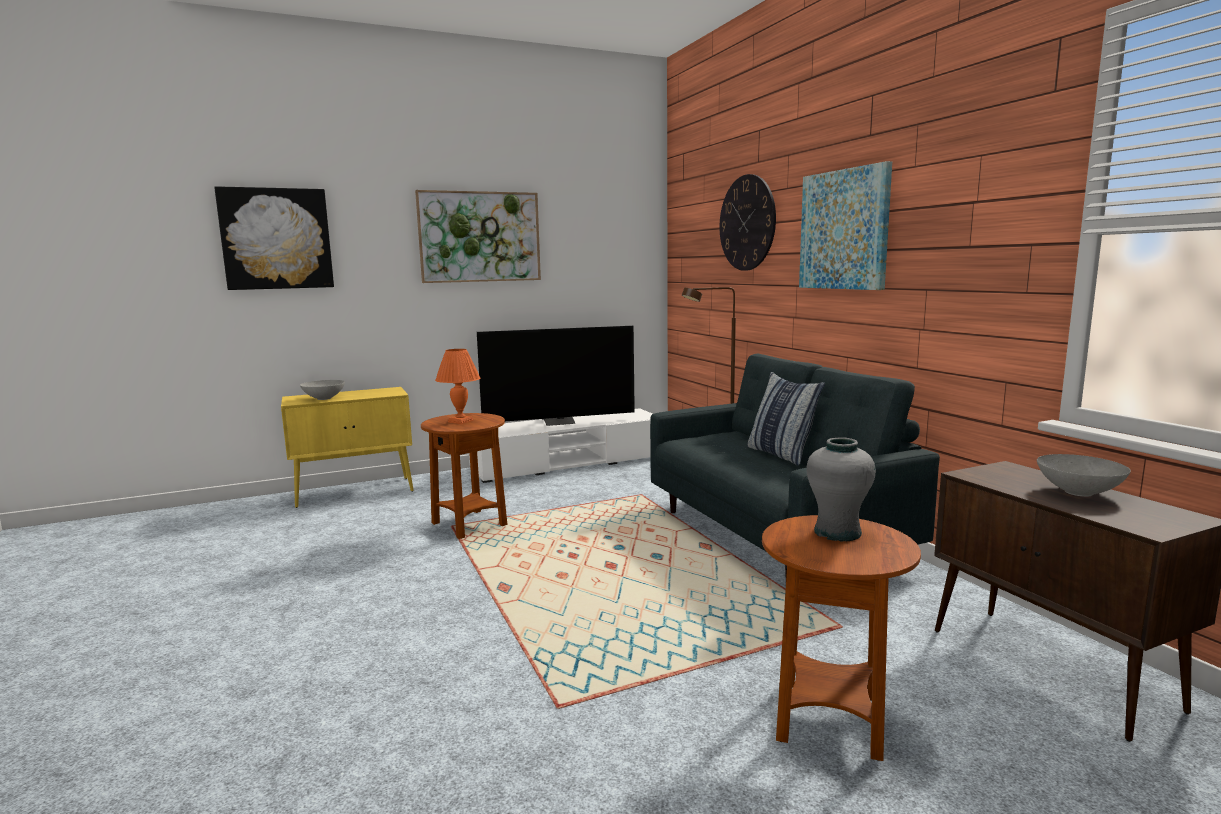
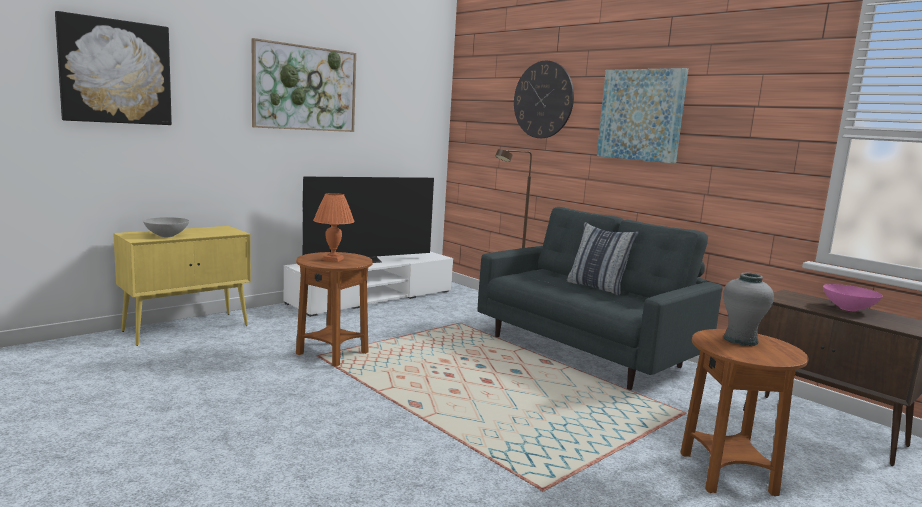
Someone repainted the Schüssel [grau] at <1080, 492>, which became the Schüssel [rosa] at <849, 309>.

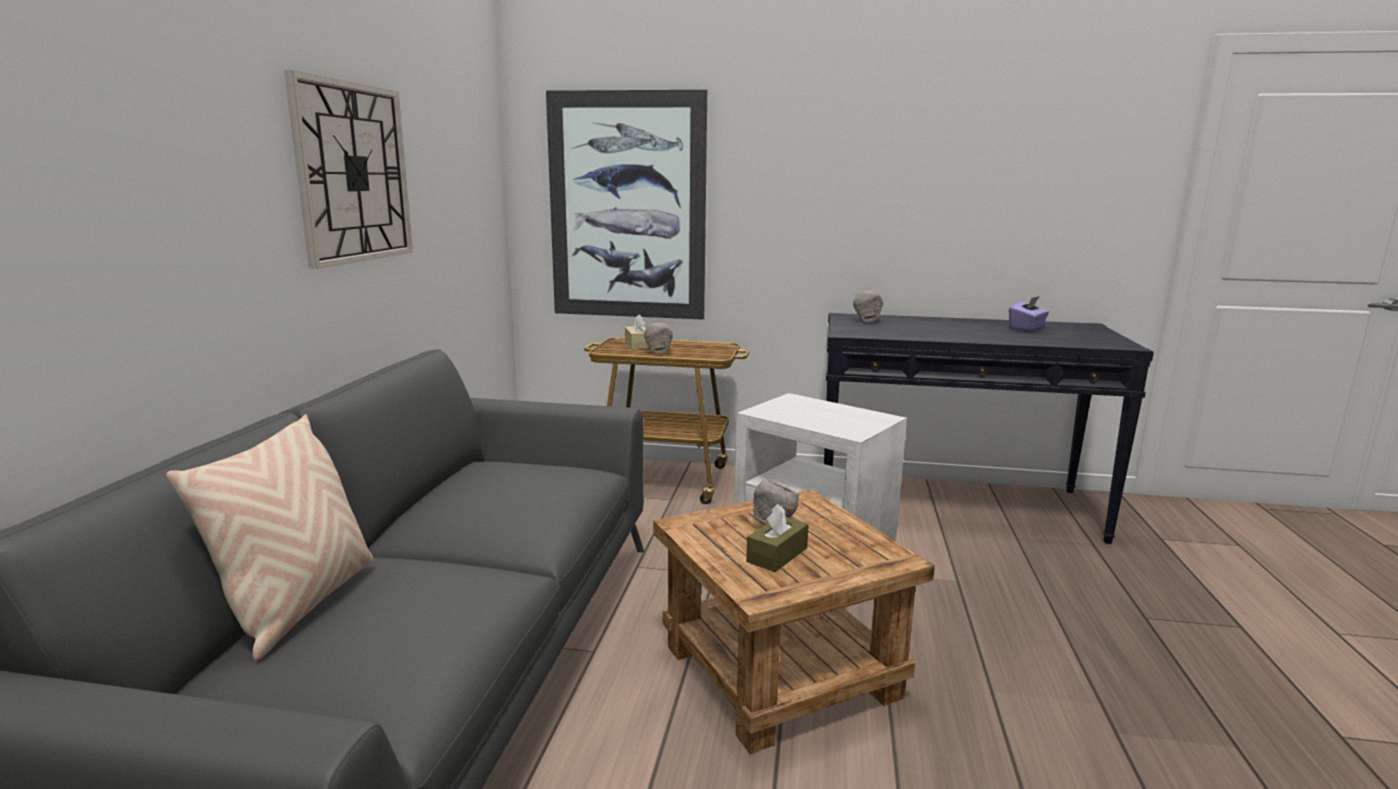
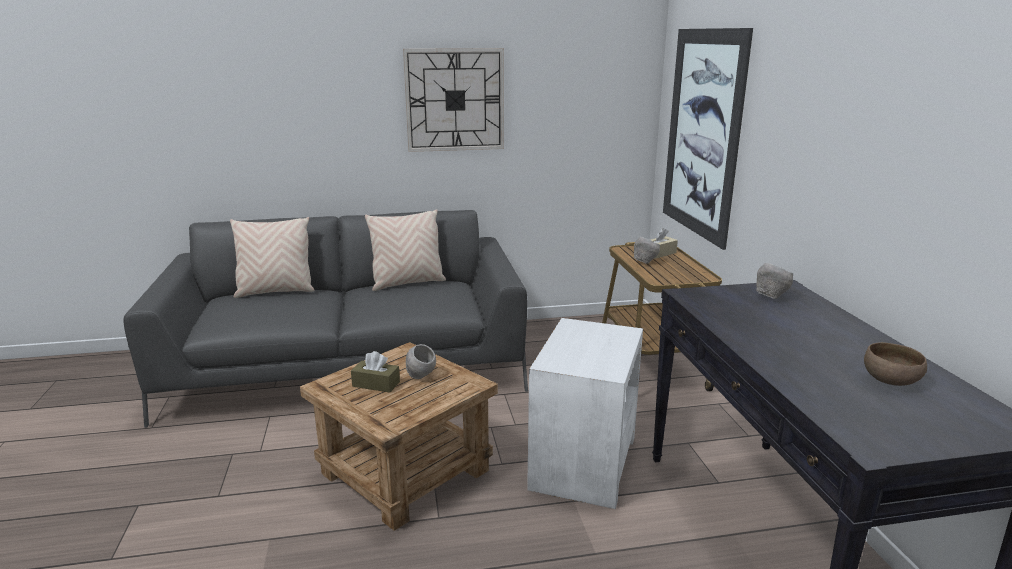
Someone put down the Kissen [beige] at <407, 283>.
Someone swapped the Taschentuchbox [lila] at <1027, 328> for the Schüssel [braun] at <891, 381>.

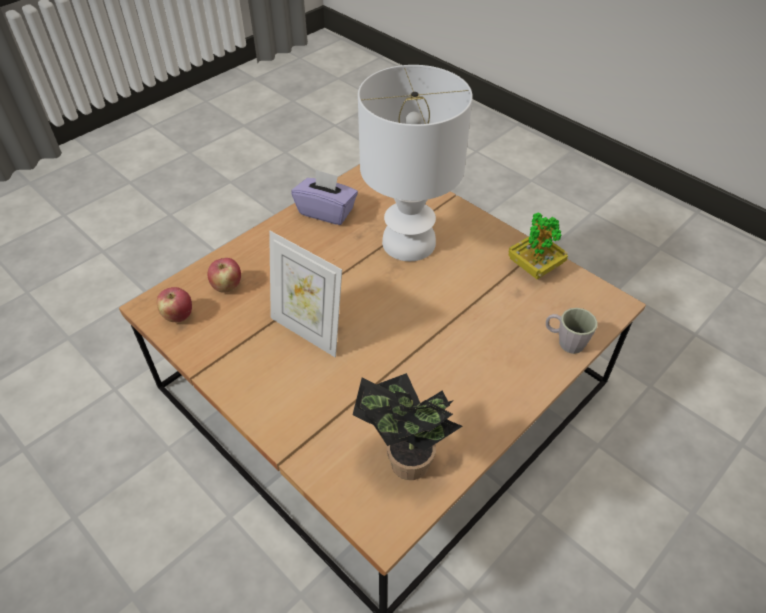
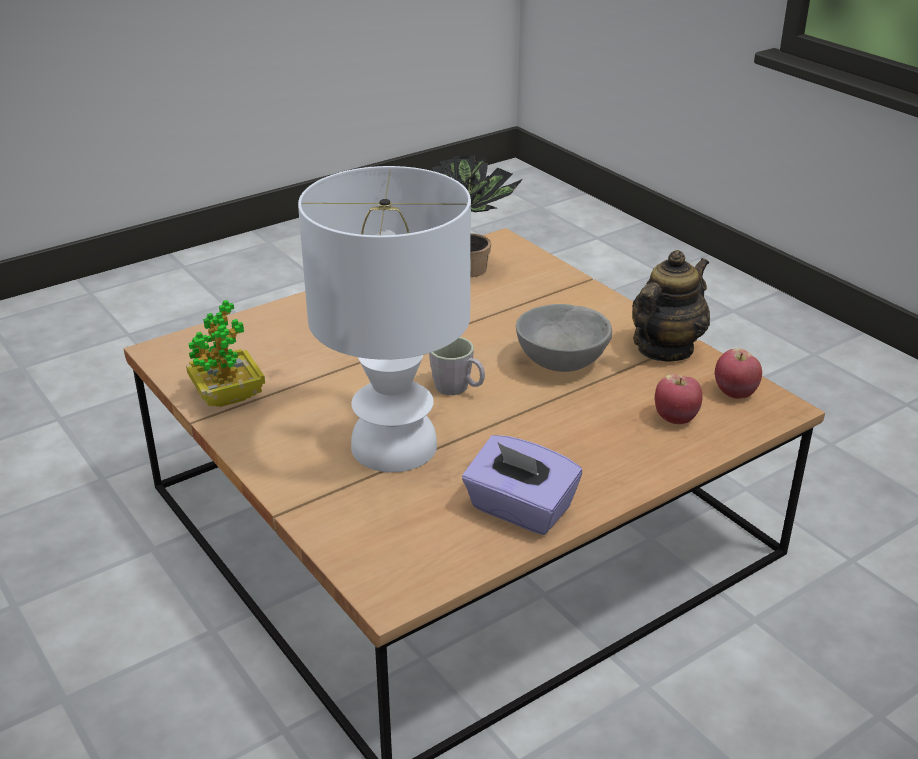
Someone put down the Teekanne at <664, 349>.
Someone carried the Henkelbecher [grau] from <565, 341> to <458, 389>.
Someone swapped the Bilderrahmen at <308, 331> for the Schüssel [grau] at <560, 362>.

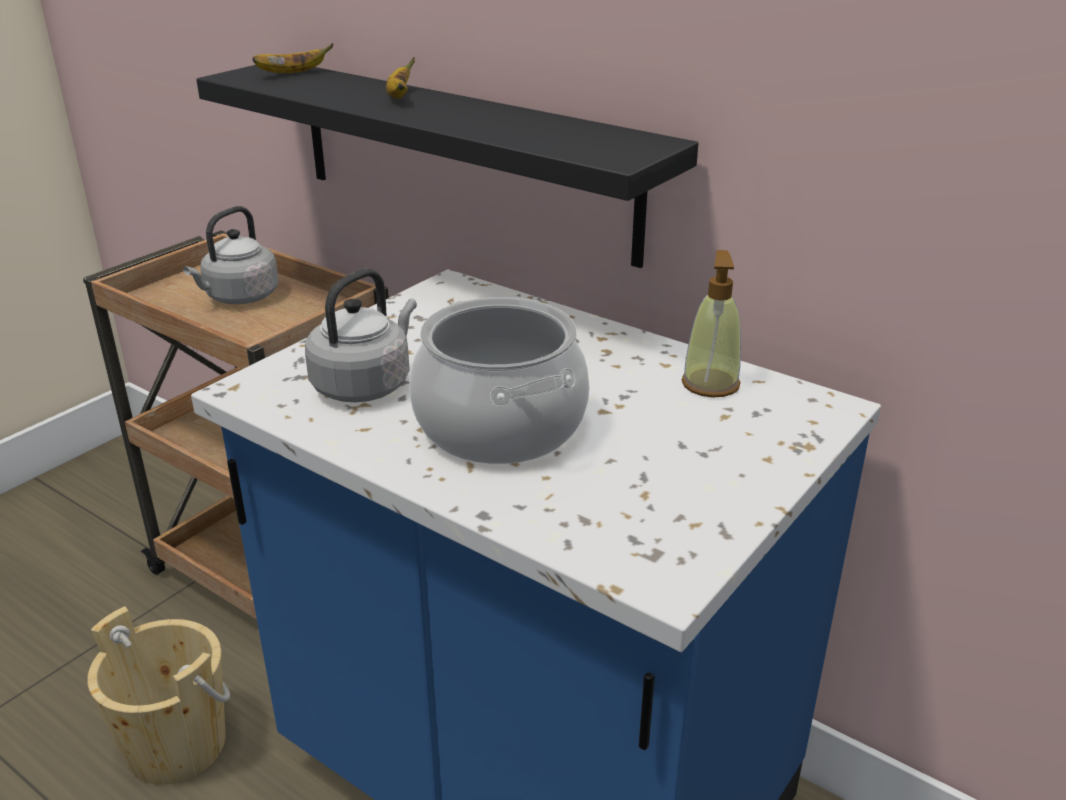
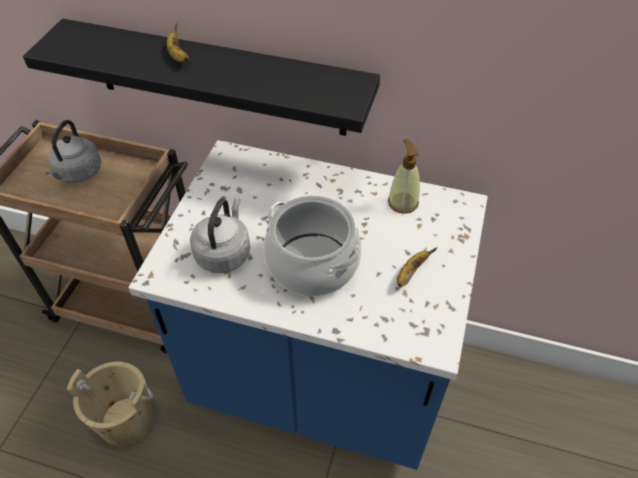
Someone carried the Banane from <292, 73> to <410, 273>.

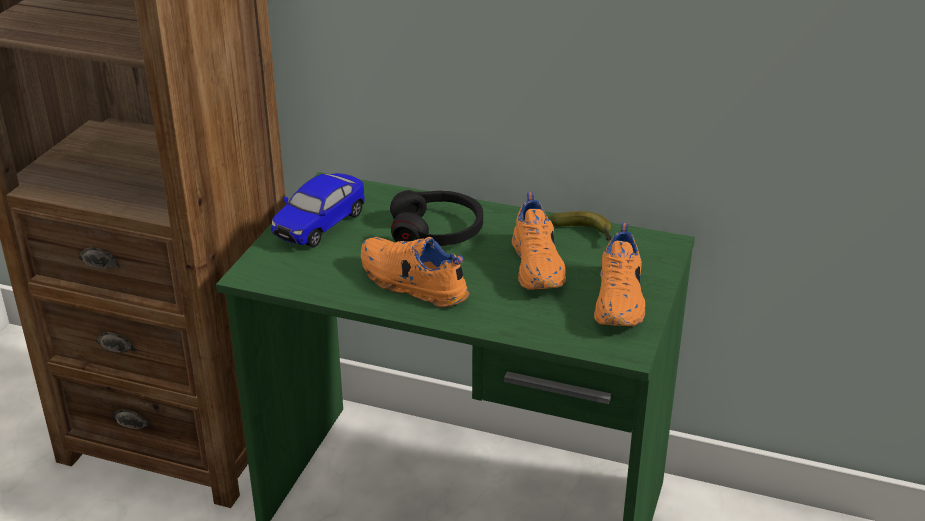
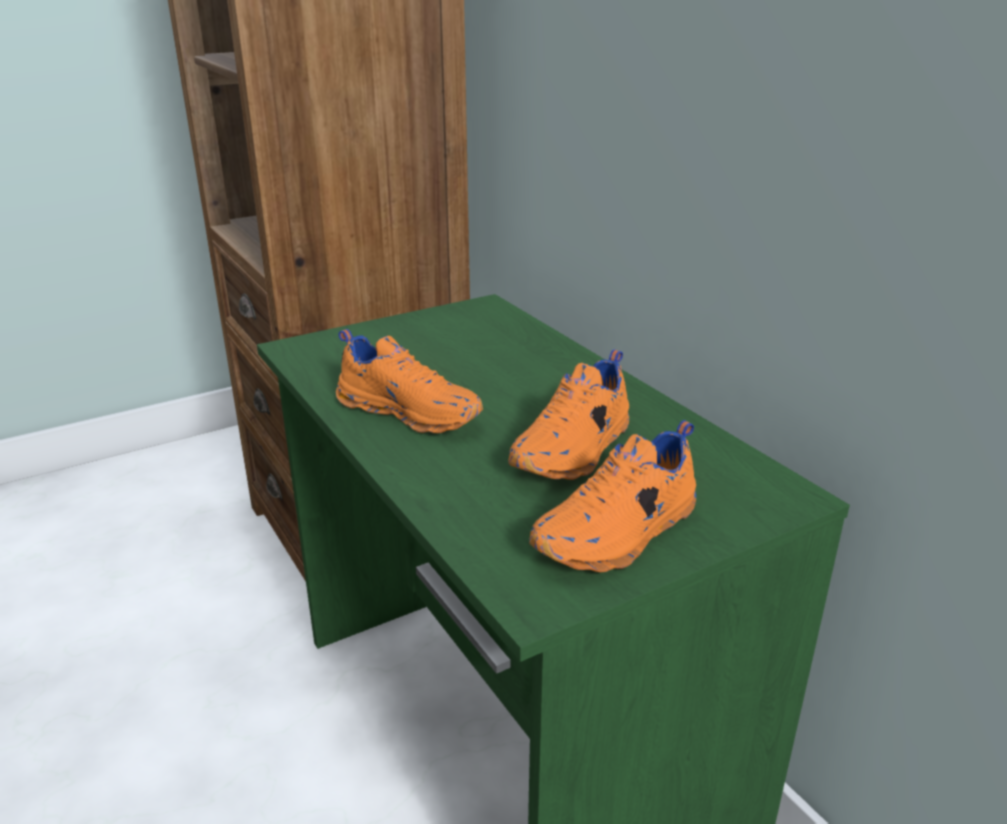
Someone took away the Spielzeugauto at <319, 226>.
Someone took away the Kopfhörer [schwarz] at <437, 232>.
Someone took away the Banane at <583, 233>.
Someone rotated the Schuh [orange] at <411, 285> by 135 degrees clockwise.

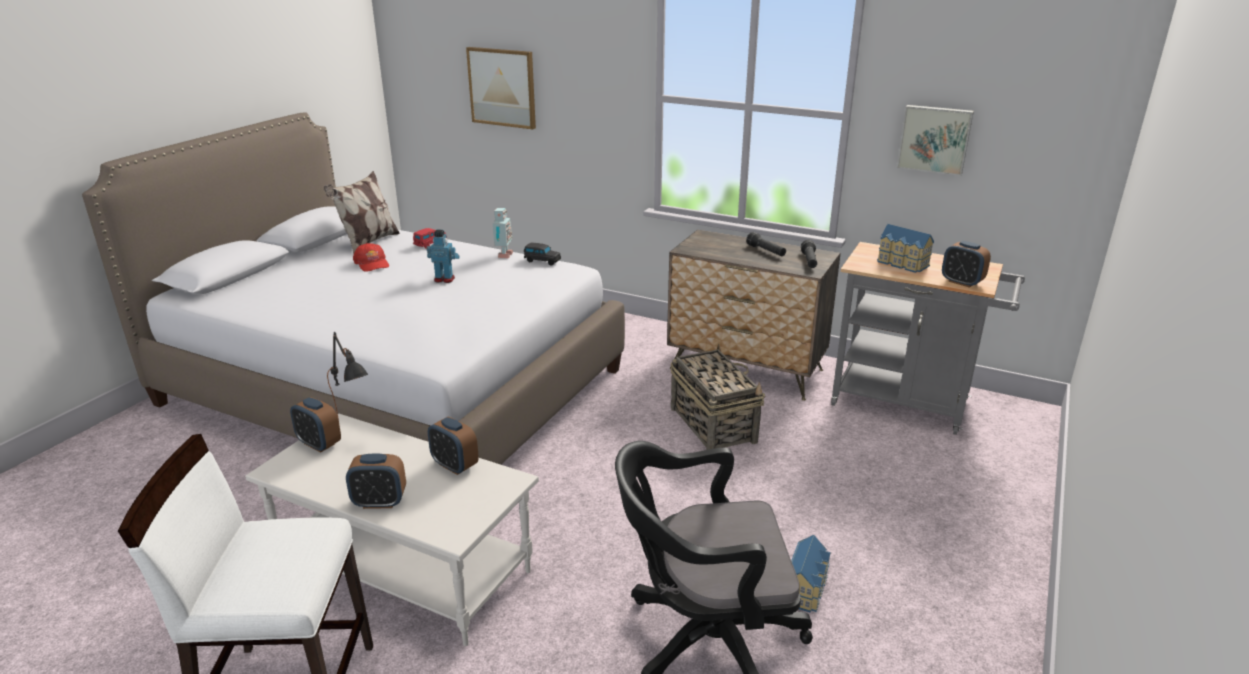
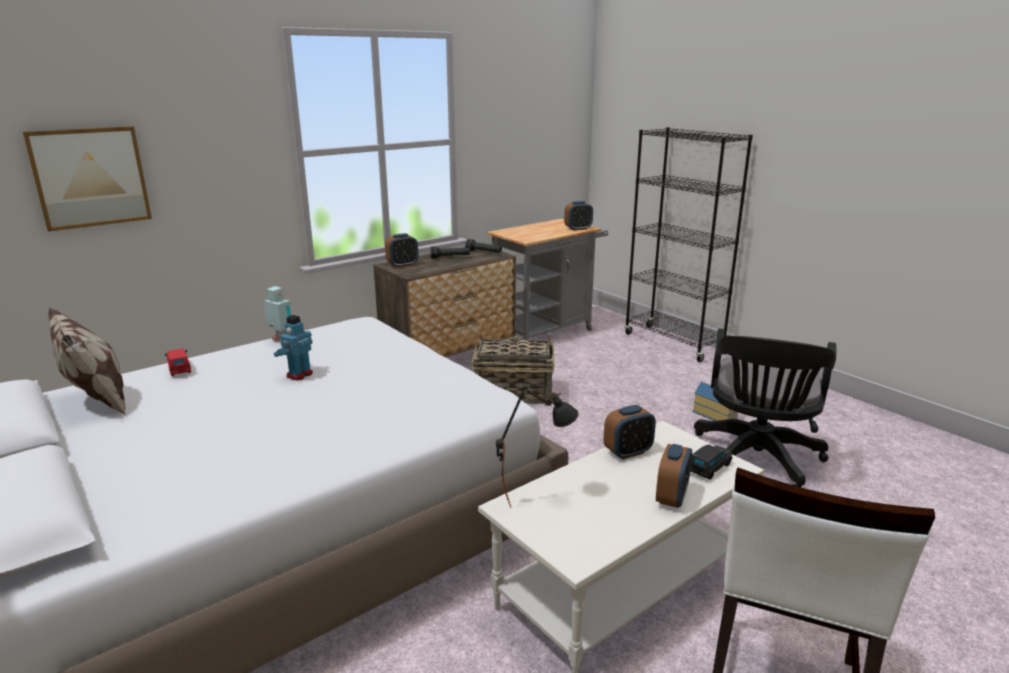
Someone took away the Kappe [rot] at <372, 263>.
Someone took away the Spielzeughaus at <902, 264>.
Someone took away the Bild at <934, 139>.
Someone put down the Bücherregal [schwarz] at <673, 343>.
Someone carried the Wecker from <319, 444> to <402, 265>.
Someone carried the Spielzeugauto [schwarz] from <542, 261> to <709, 469>.

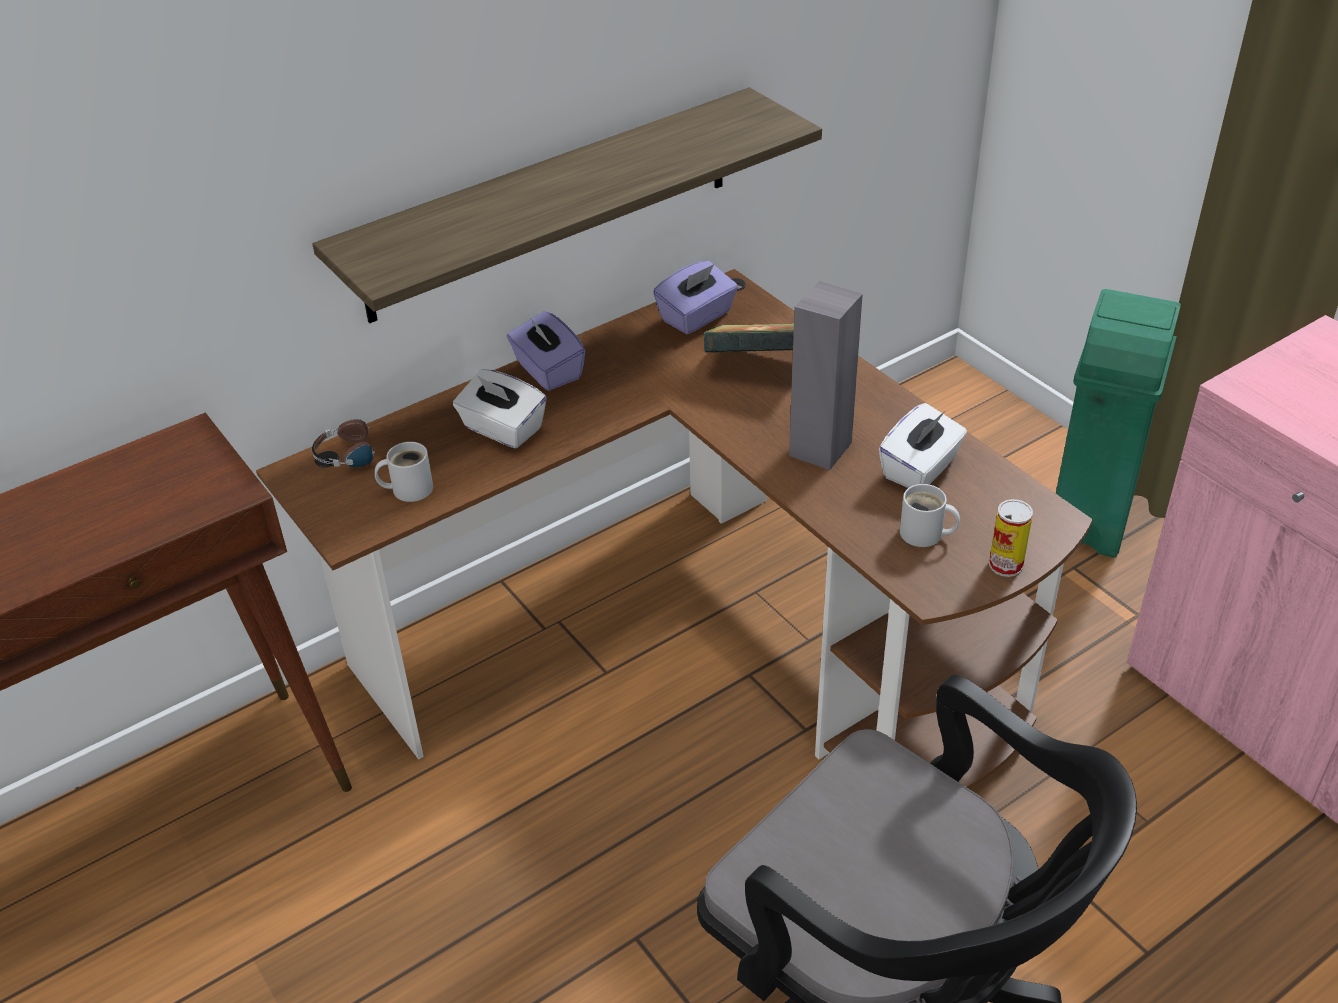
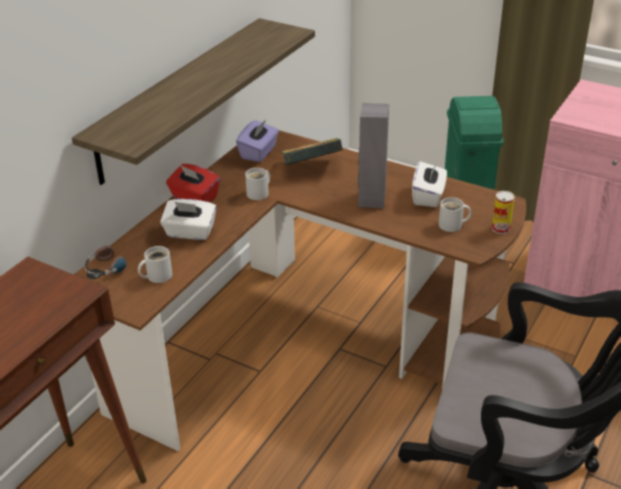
Someone put down the Henkelbecher [weiß] at <259, 193>.
Someone repainted the Taschentuchbox [lila] at <547, 371>, which became the Taschentuchbox [rot] at <194, 197>.

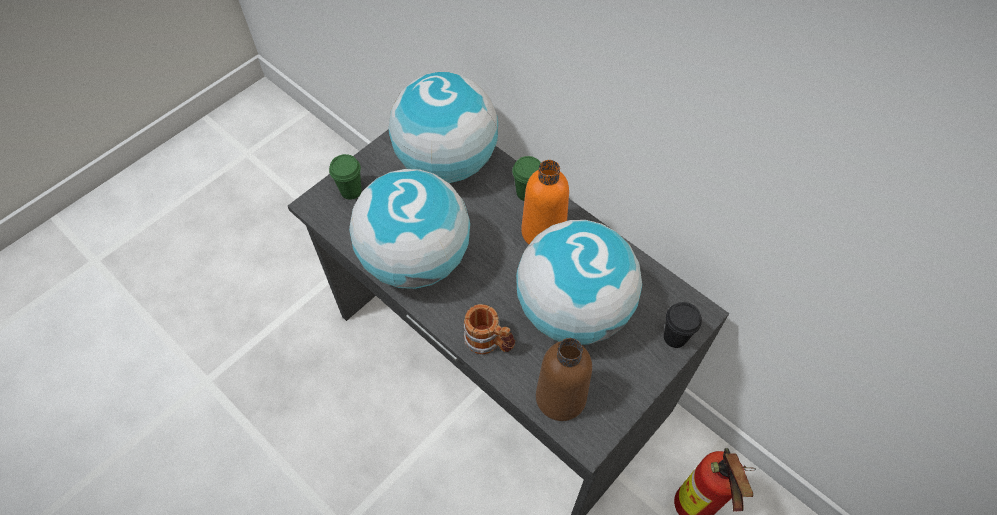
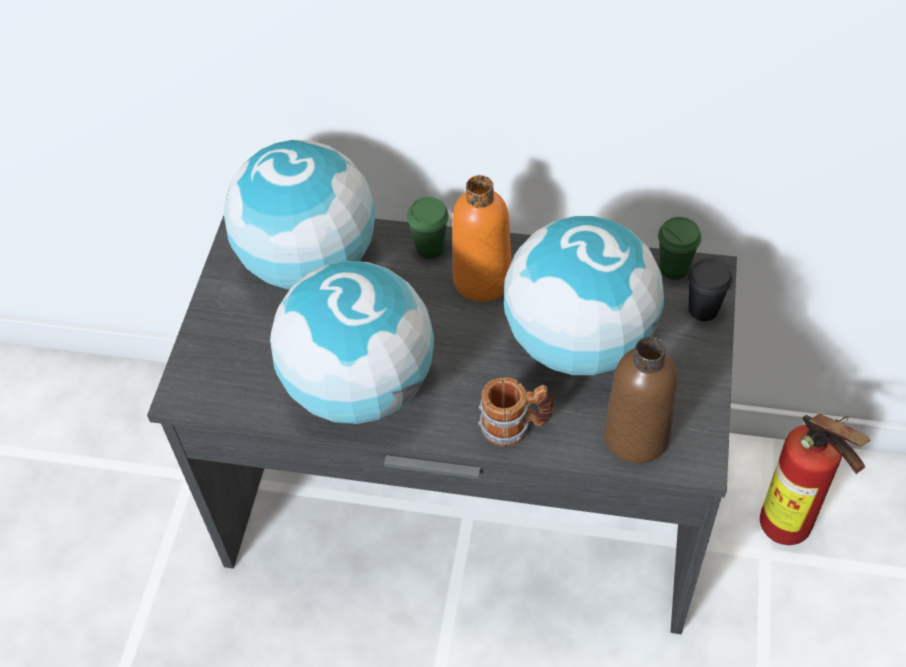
Someone carried the Tasse [grün] from <351, 191> to <674, 269>.

